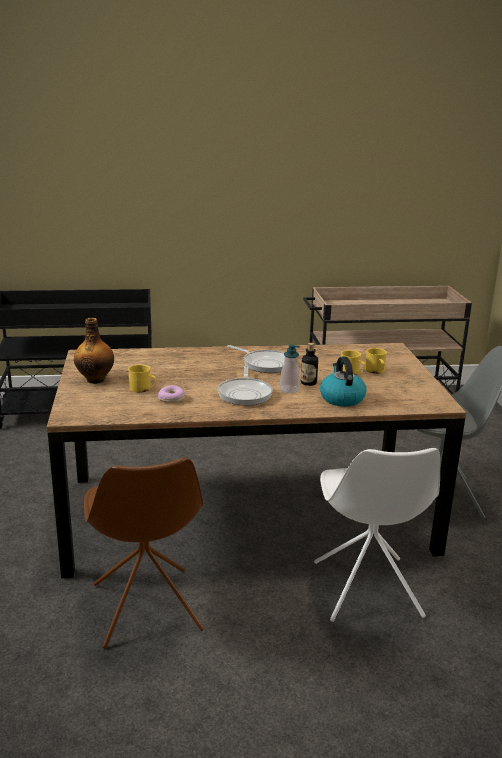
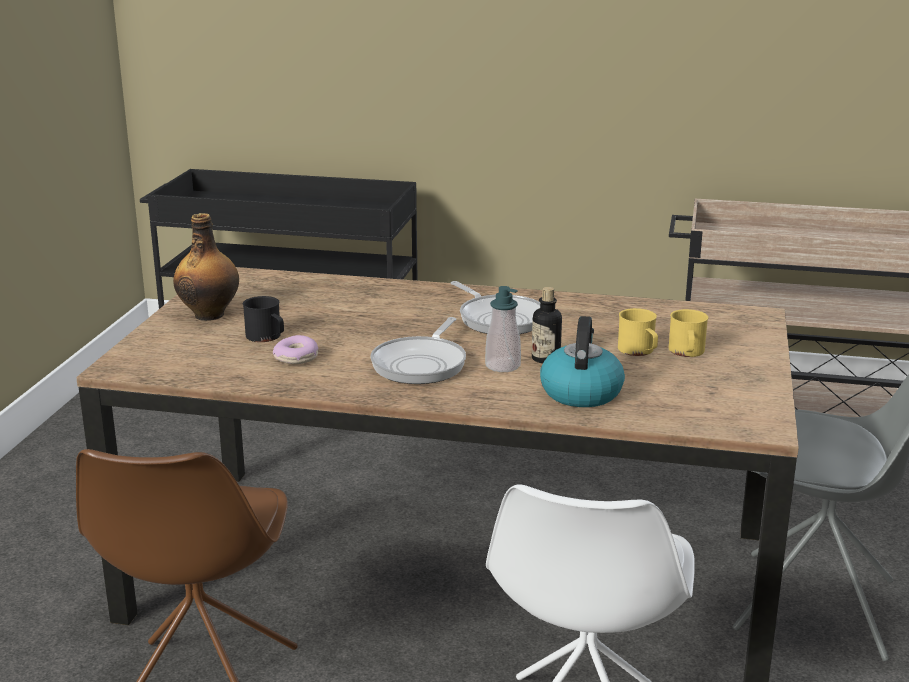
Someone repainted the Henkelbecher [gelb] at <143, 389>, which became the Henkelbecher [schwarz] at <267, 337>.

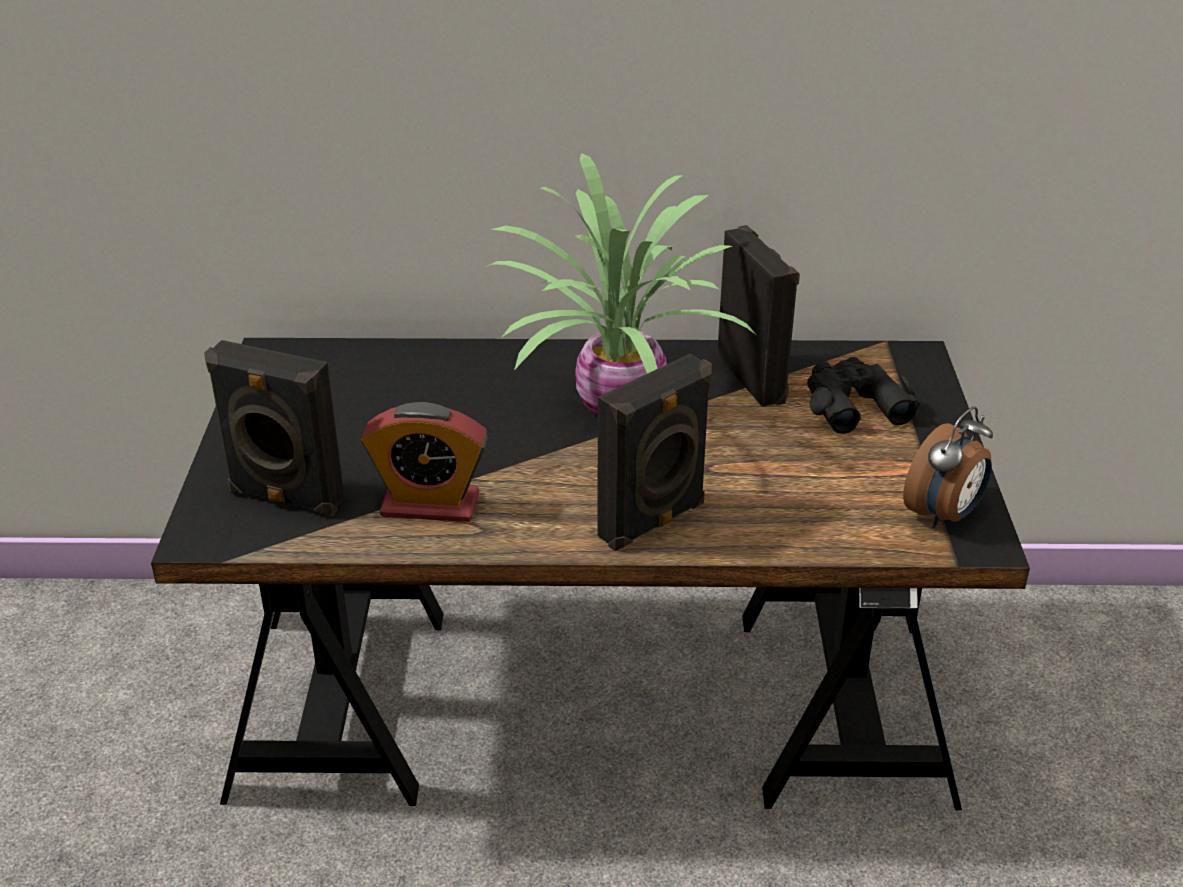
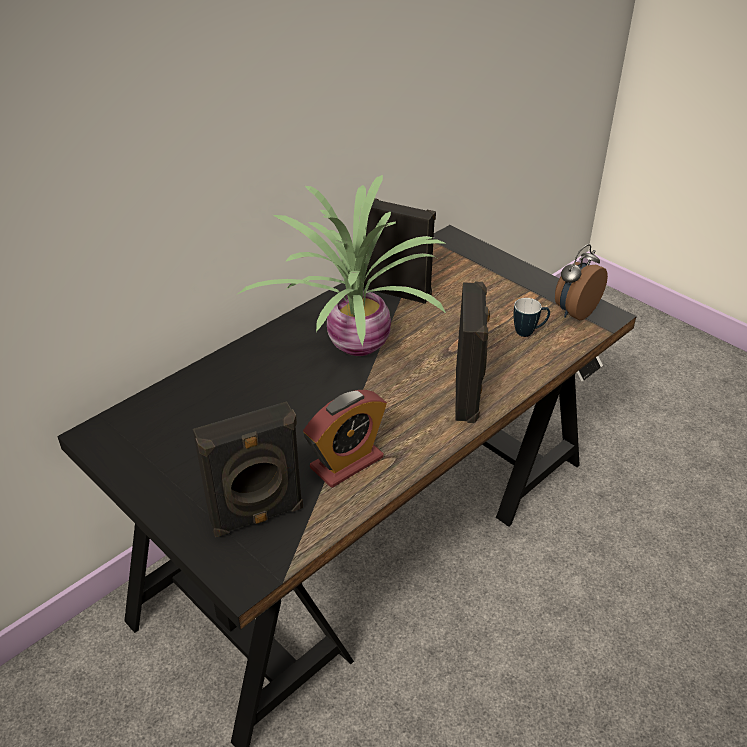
Someone took away the Fernglas [schwarz] at <853, 404>.
Someone put down the Henkelbecher at <529, 332>.
Someone rotated the Wecker at <944, 515> by 135 degrees counterclockwise.

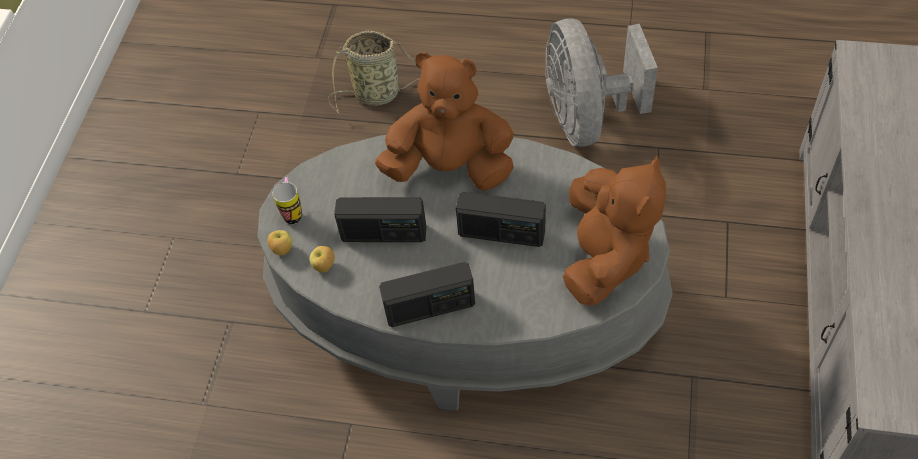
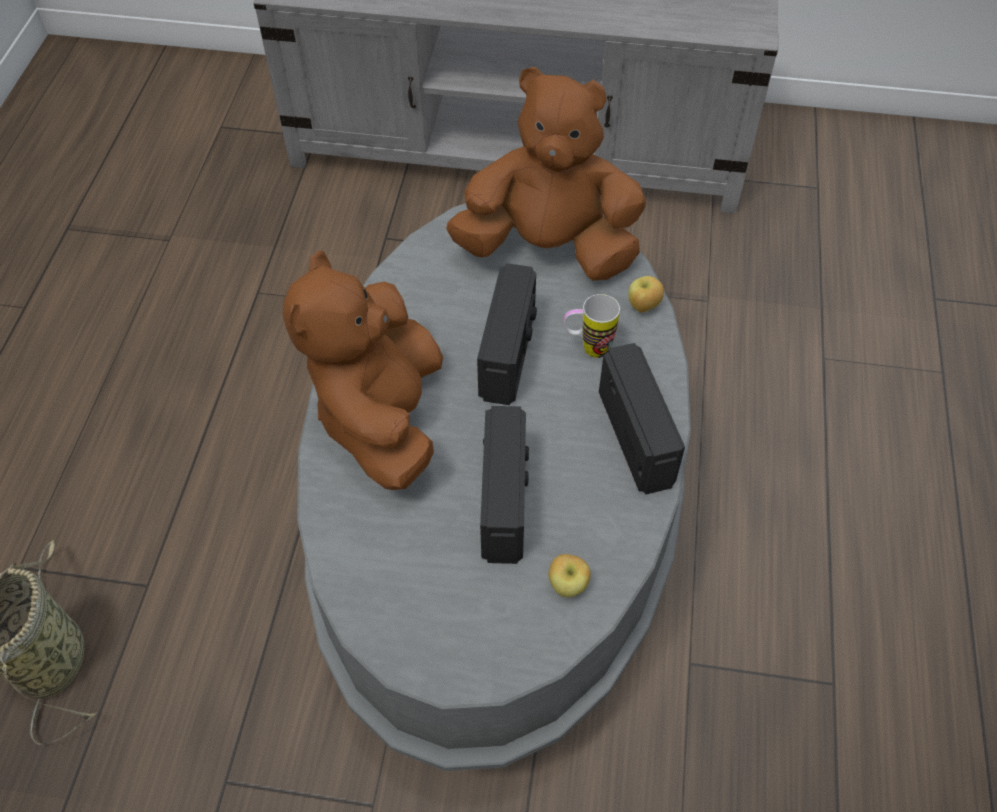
Someone took away the Ventilator [grau] at <587, 118>.
Someone carried the Apfel from <282, 250> to <643, 306>.
Someone carried the Henkelbecher from <293, 212> to <587, 348>.

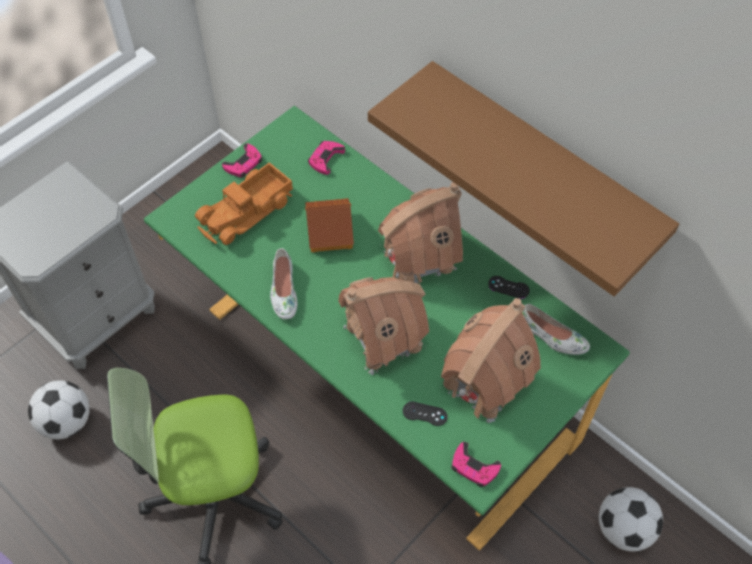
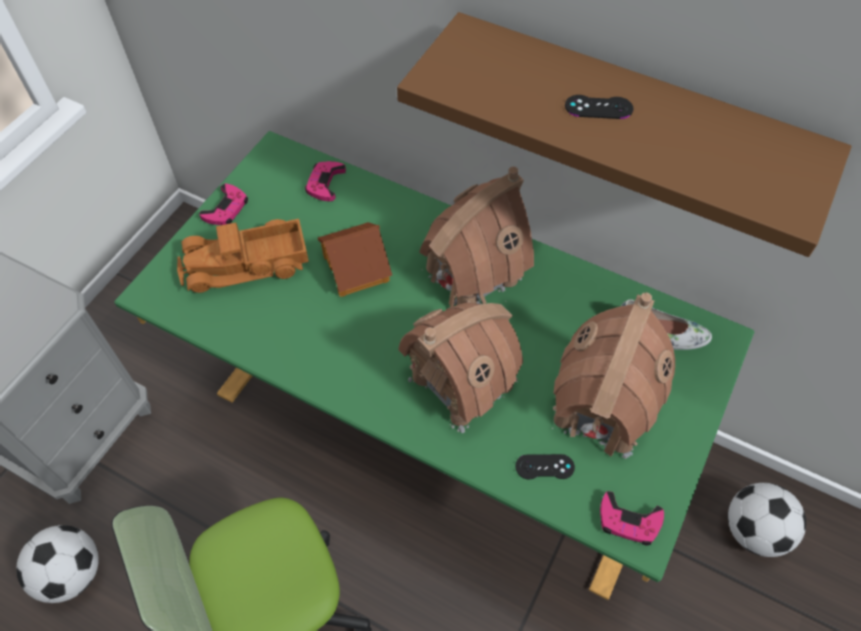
Someone took away the Schuh [weiß] at <283, 290>.
Someone carried the Gamepad [schwarz] from <508, 287> to <598, 107>.
Someone rotated the Spielzeuglaster at <247, 212> by 45 degrees clockwise.

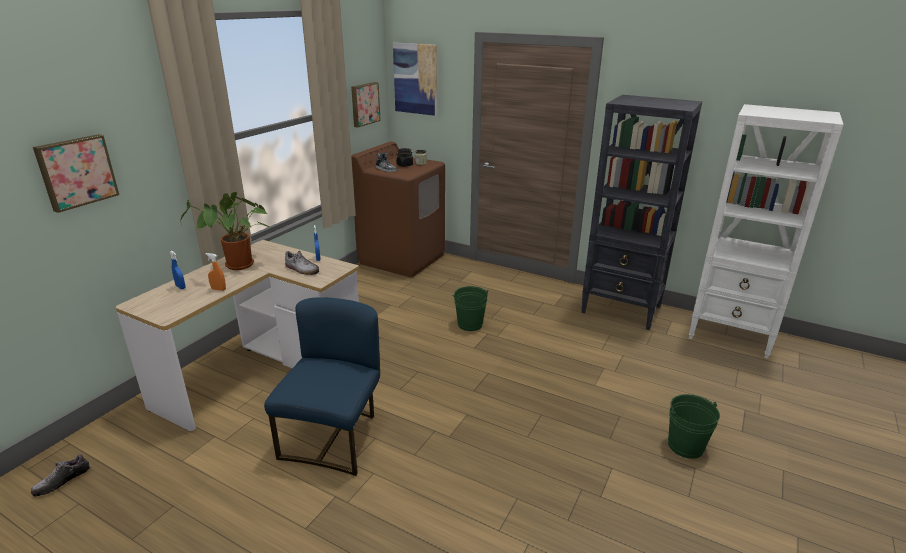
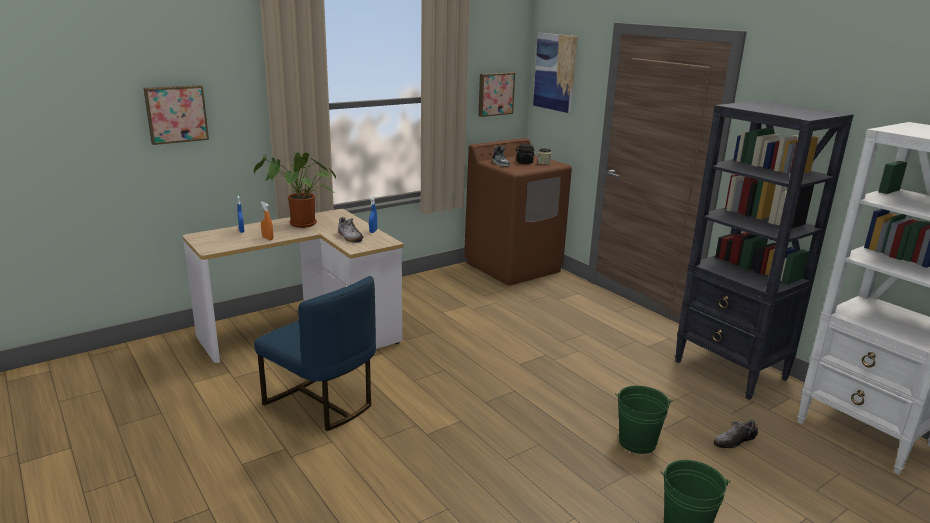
Someone carried the Schuh from <62, 481> to <734, 441>.
Someone carried the Eimer [grün] from <470, 324> to <637, 442>.
Someone rotated the Stuhl [blau] at <334, 437> by 90 degrees clockwise.

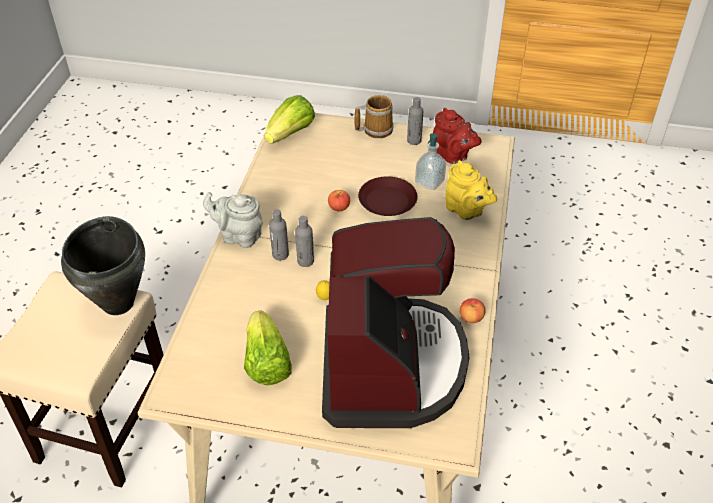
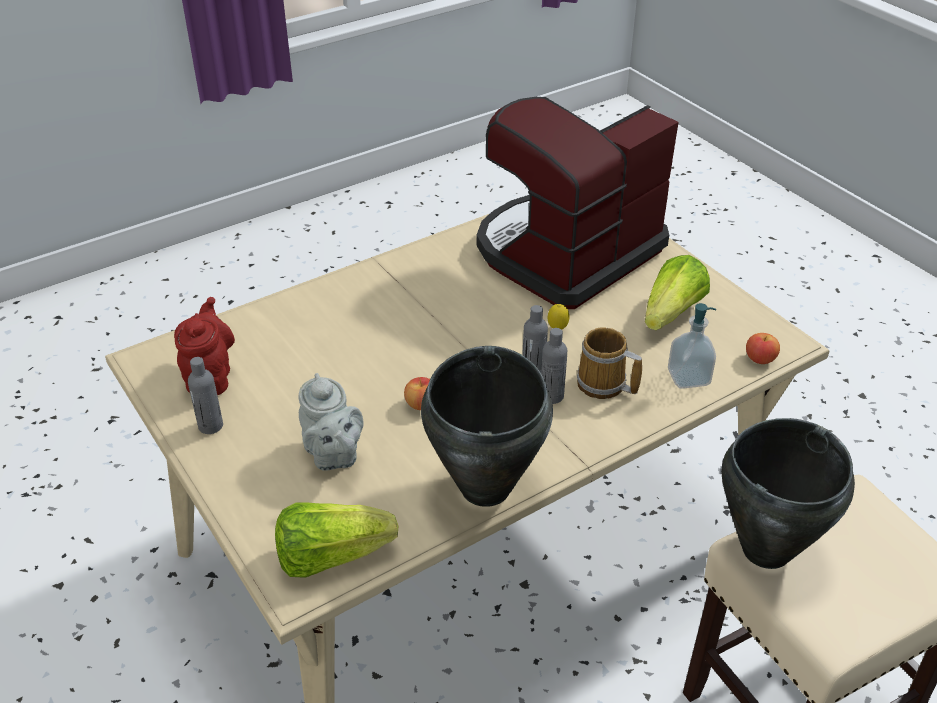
Someone took away the Teller [braun] at <388, 201>.
Someone took away the Teekanne [gelb] at <466, 211>.
Someone put down the Kochtopf [schwarz] at <486, 487>.
Someone carried the Teekanne [grau] from <238, 236> to <332, 455>.
Someone carried the Henkelbecher from <375, 129> to <603, 385>.
Someone carried the Seifenspender from <429, 182> to <688, 377>.
Someone carried the Apfel from <471, 318> to <760, 359>.

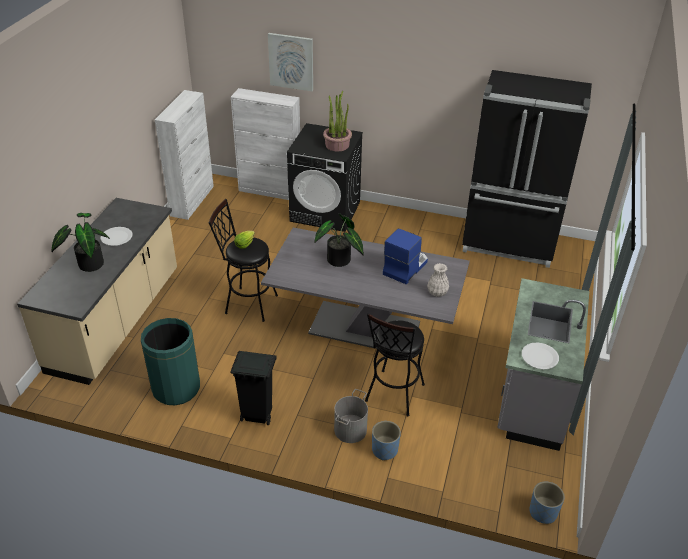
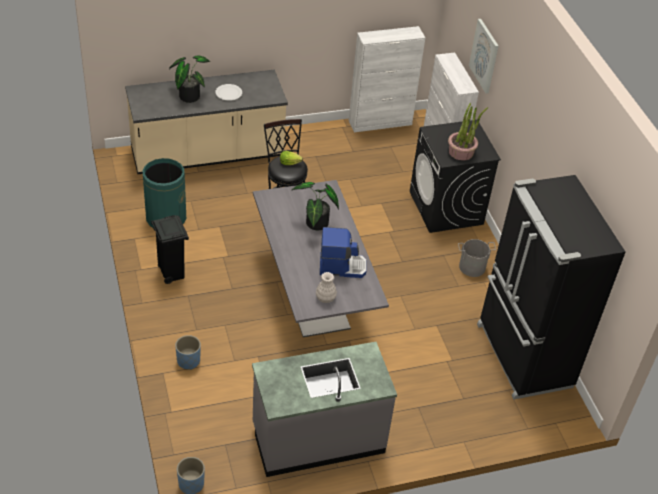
Someone took away the Hocker [schwarz] at <392, 396>.
Someone took away the Teller [weiß] at <540, 357>.
Someone carried the Eimer [grau] from <350, 429> to <472, 267>.

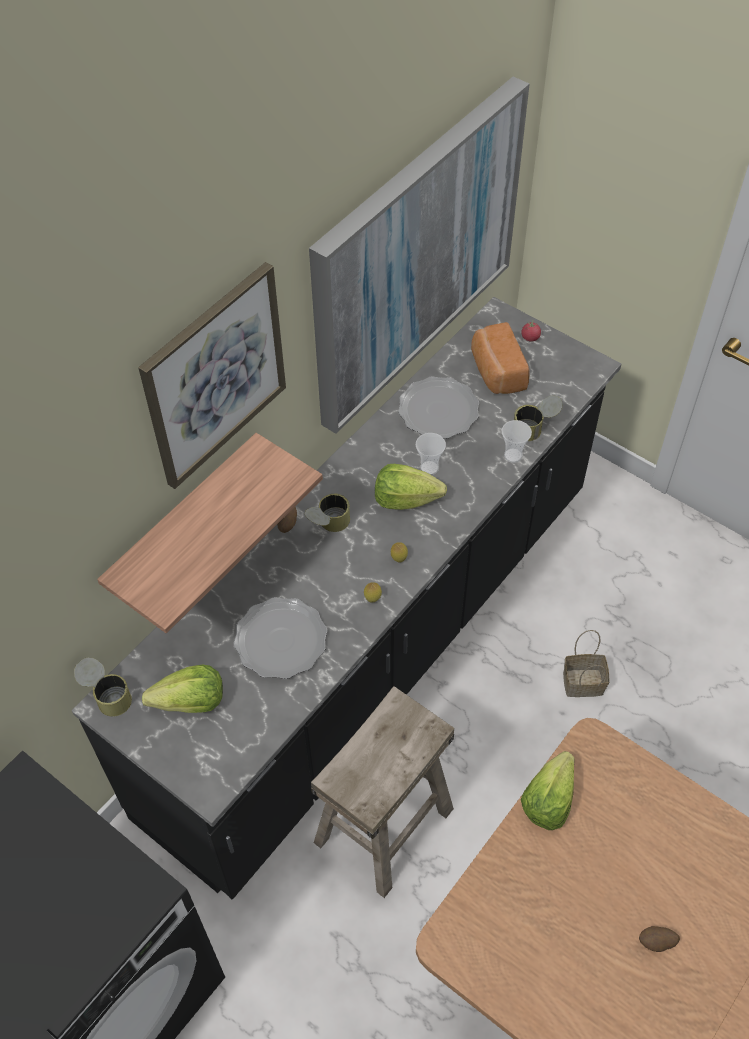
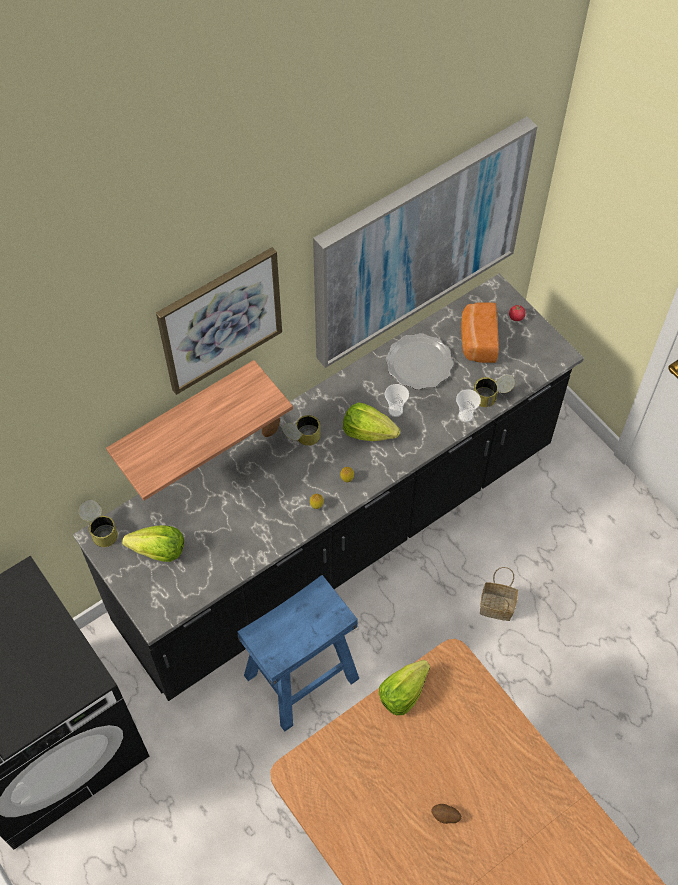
Someone took away the Teller at <281, 640>.
Someone repainted the Hocker [beige] at <383, 824>, which became the Hocker [blau] at <301, 676>.

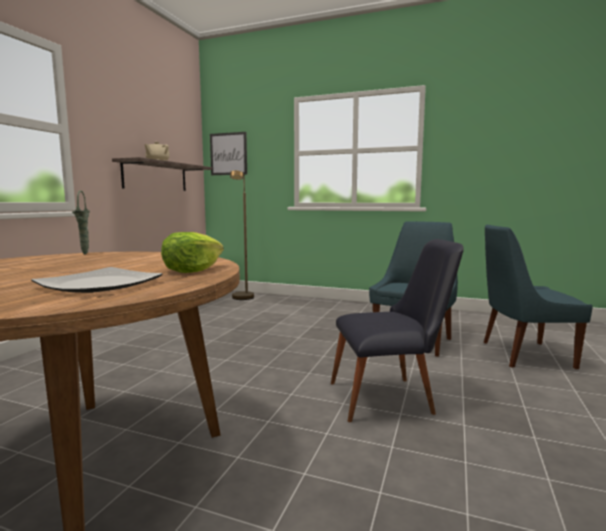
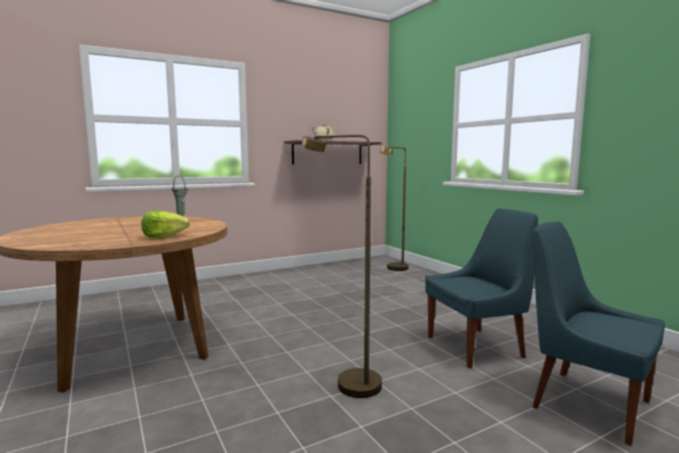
Someone took away the Teller at <100, 284>.
Someone took away the Bild at <228, 154>.
Someone swapped the Stuhl [schwarz] at <391, 398> for the Stehlampe [braun] at <347, 383>.

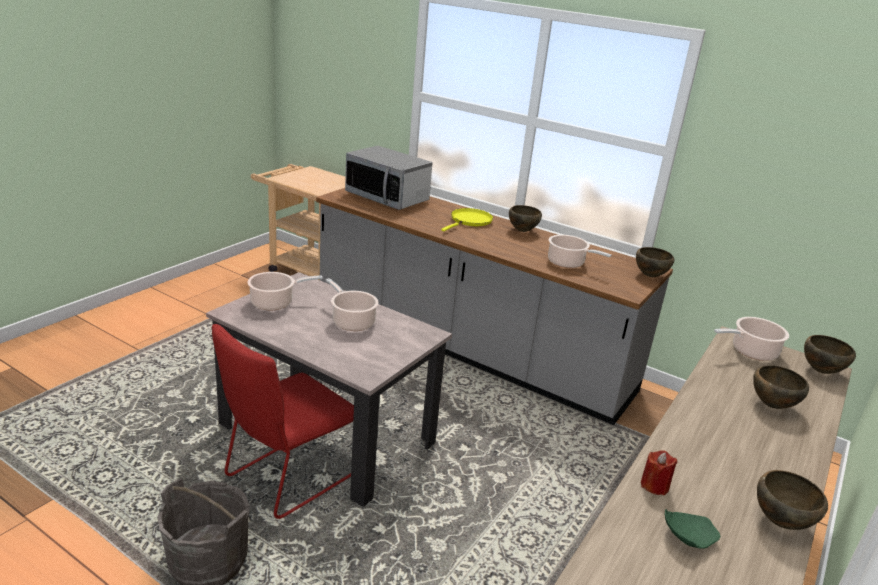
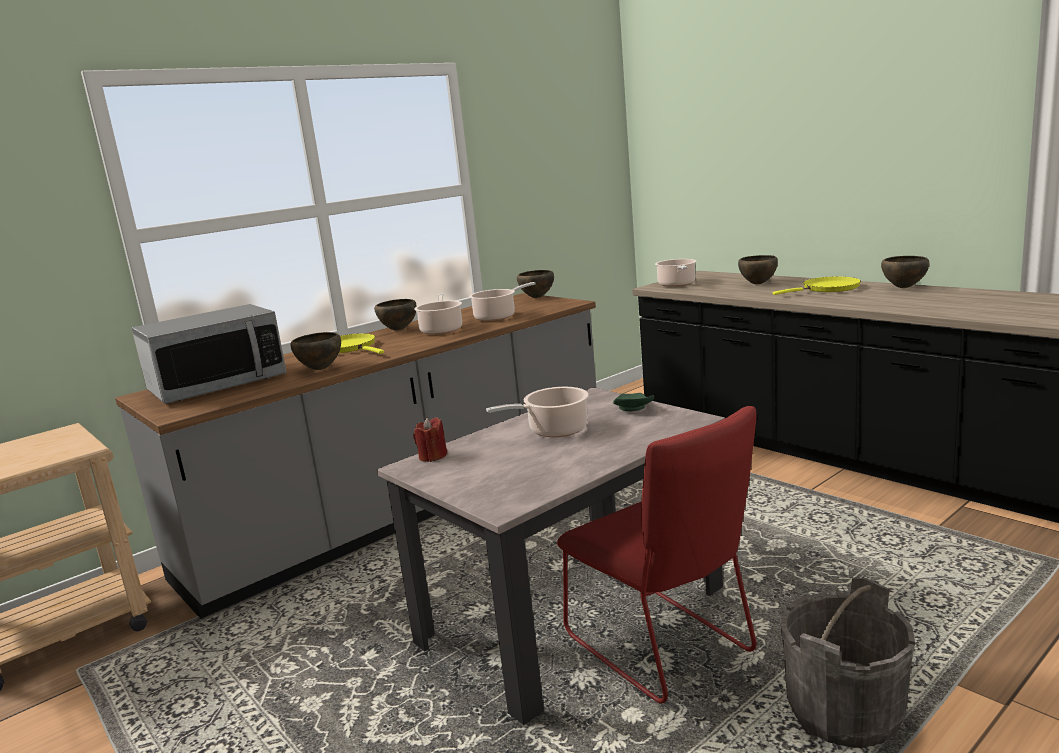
Someone put down the Pfanne [gelb] at <827, 289>.
Someone carried the Kochtopf from <275, 302> to <441, 330>.
Someone carried the Kerze [rot] from <654, 485> to <432, 456>.
Someone carried the Teller [grün] from <687, 536> to <632, 409>.
Someone carried the Schüssel [braun] from <820, 371> to <320, 369>.

